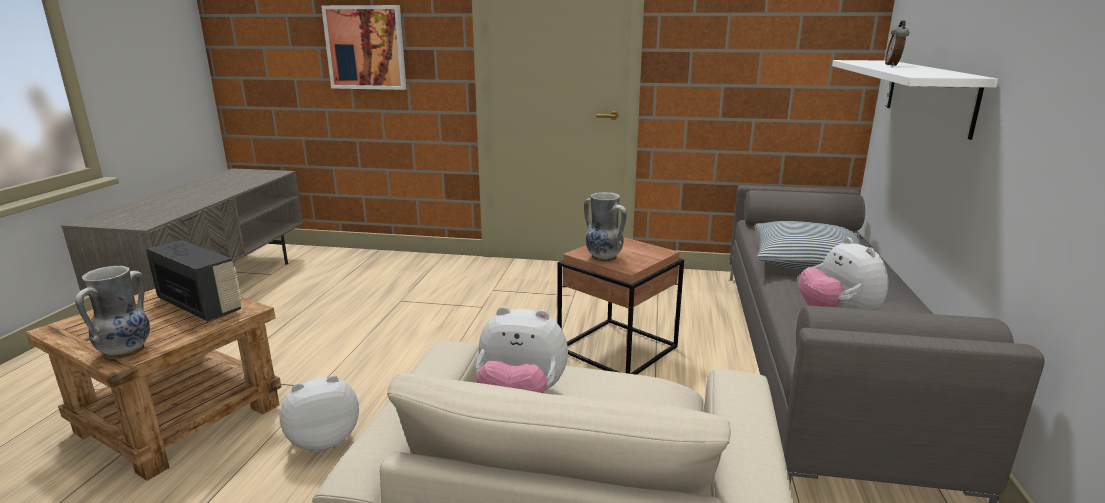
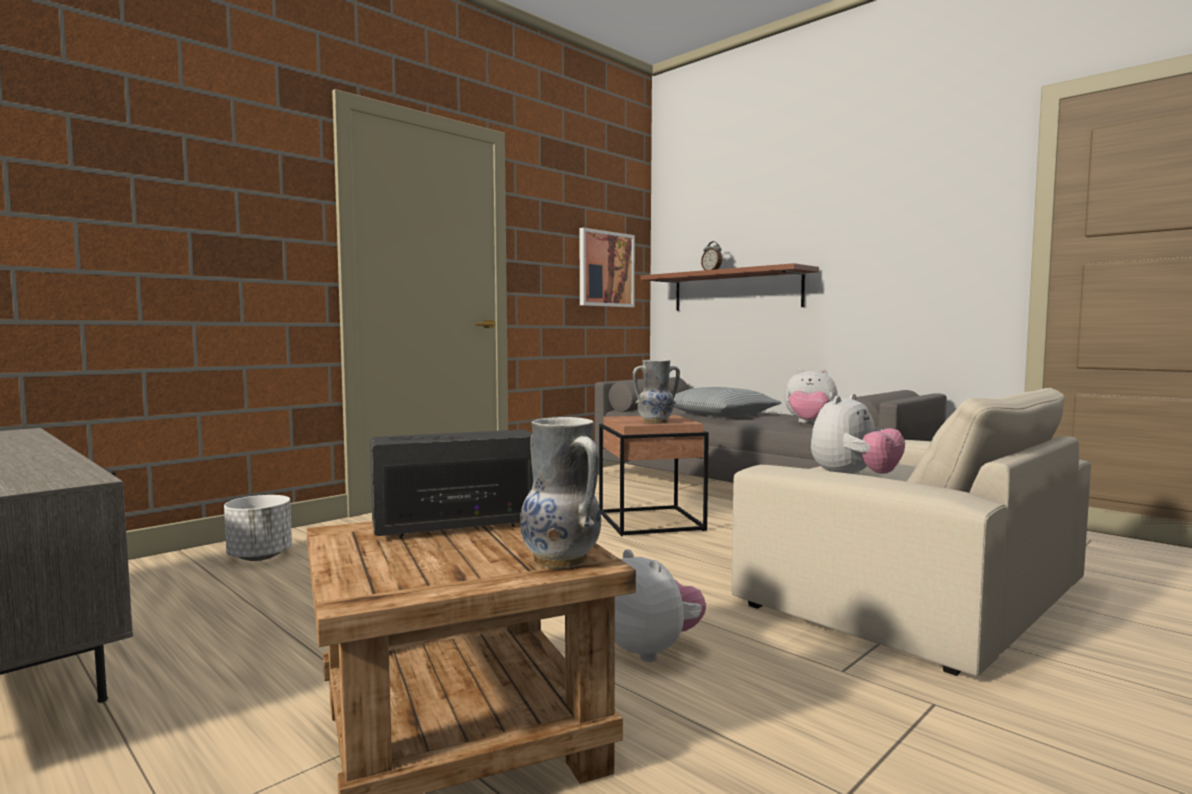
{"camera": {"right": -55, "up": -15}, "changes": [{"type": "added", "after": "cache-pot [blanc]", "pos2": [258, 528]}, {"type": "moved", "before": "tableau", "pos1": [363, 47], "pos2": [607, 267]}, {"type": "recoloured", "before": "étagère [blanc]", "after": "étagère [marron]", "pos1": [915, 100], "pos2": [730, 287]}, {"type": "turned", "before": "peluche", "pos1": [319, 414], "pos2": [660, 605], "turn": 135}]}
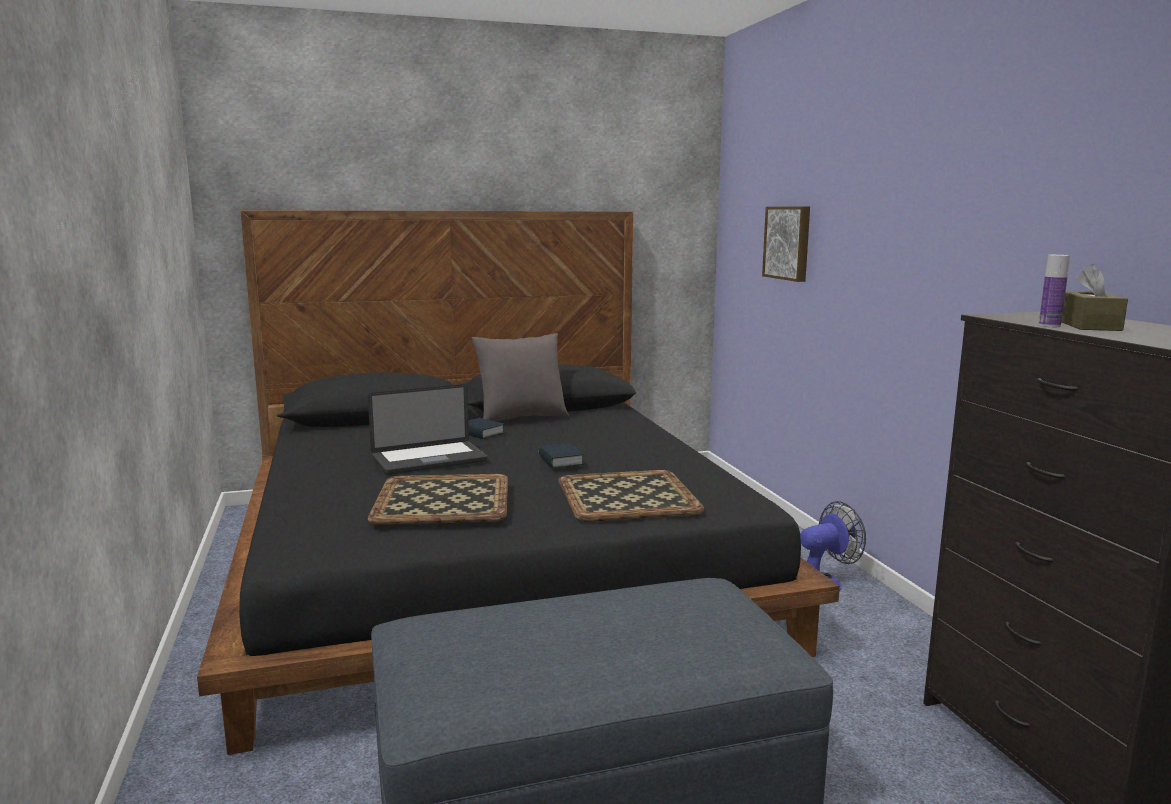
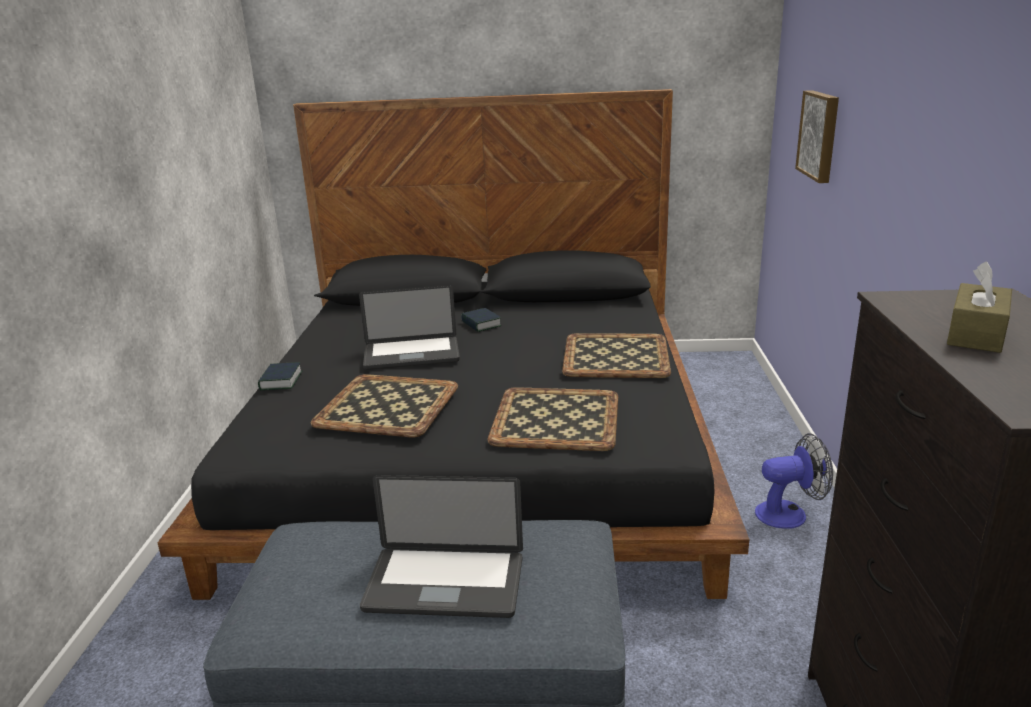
{"camera": {"right": 20, "up": 10}, "changes": [{"type": "removed", "before": "coussin [gris]", "pos1": [520, 377]}, {"type": "removed", "before": "bouteille", "pos1": [1054, 291]}, {"type": "added", "after": "ordinateur portable", "pos2": [441, 546]}, {"type": "added", "after": "plateau", "pos2": [616, 355]}, {"type": "moved", "before": "livre", "pos1": [561, 456], "pos2": [280, 376]}]}
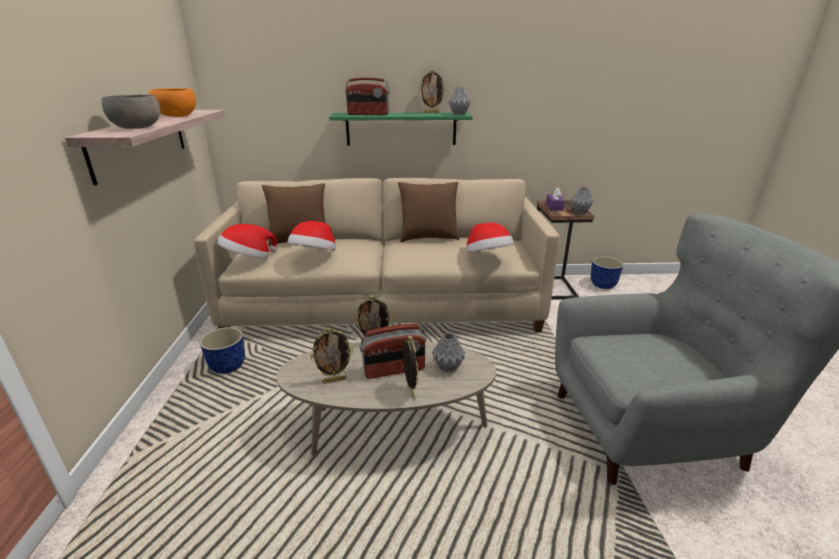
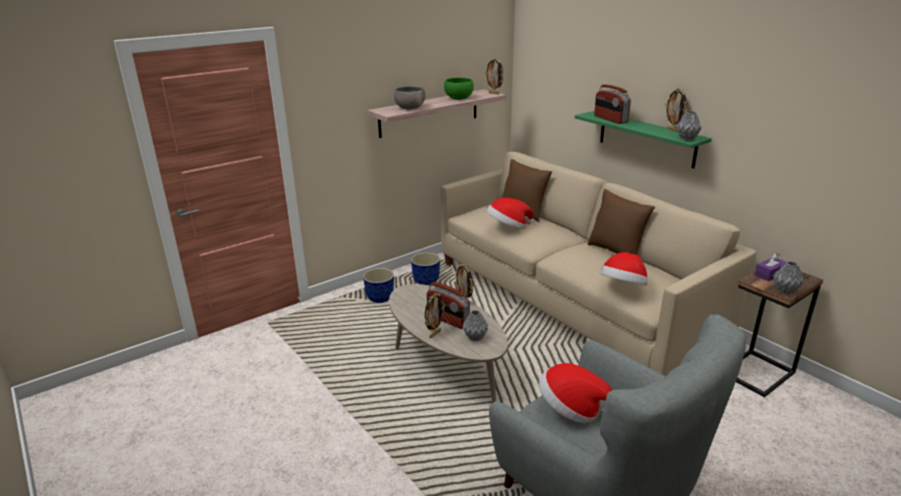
{"camera": {"right": 55, "up": 0}, "changes": [{"type": "moved", "before": "chapeau", "pos1": [247, 241], "pos2": [575, 393]}, {"type": "moved", "before": "cadre photo", "pos1": [331, 356], "pos2": [494, 76]}, {"type": "moved", "before": "cache-pot", "pos1": [607, 273], "pos2": [378, 285]}, {"type": "recoloured", "before": "bol [orange]", "after": "bol [vert]", "pos1": [172, 102], "pos2": [459, 89]}]}
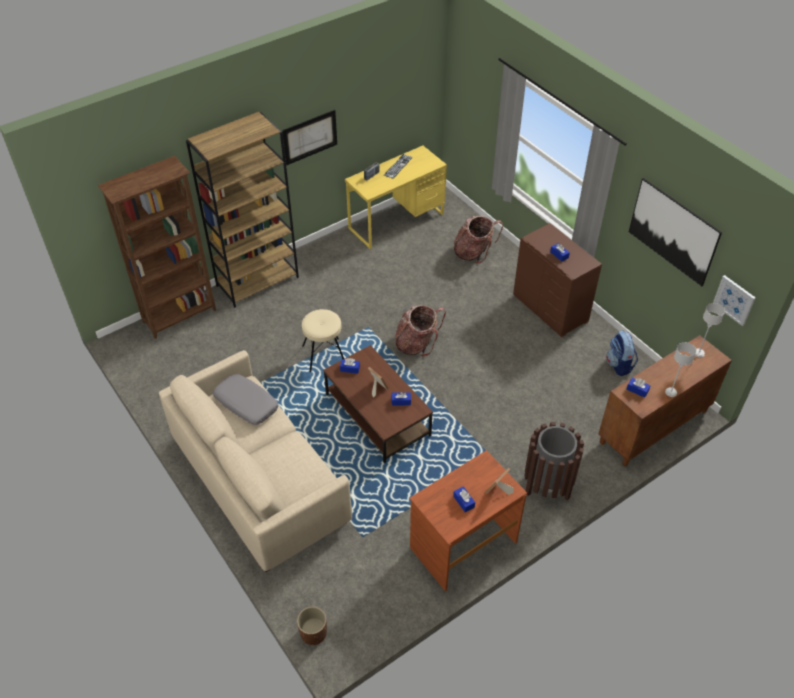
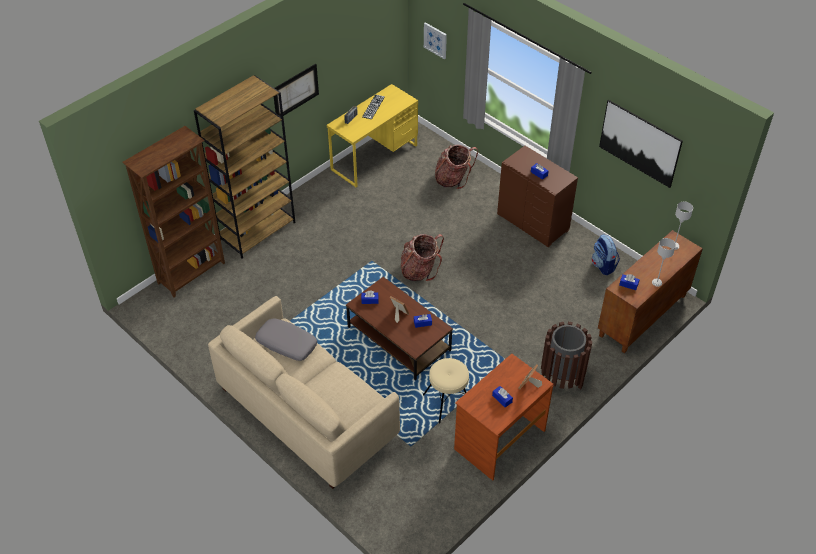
{"camera": {"right": -10, "up": 0}, "changes": [{"type": "removed", "before": "cache-pot [marron]", "pos1": [312, 625]}, {"type": "moved", "before": "tabouret [beige]", "pos1": [323, 340], "pos2": [446, 390]}, {"type": "moved", "before": "tableau", "pos1": [734, 300], "pos2": [435, 40]}]}
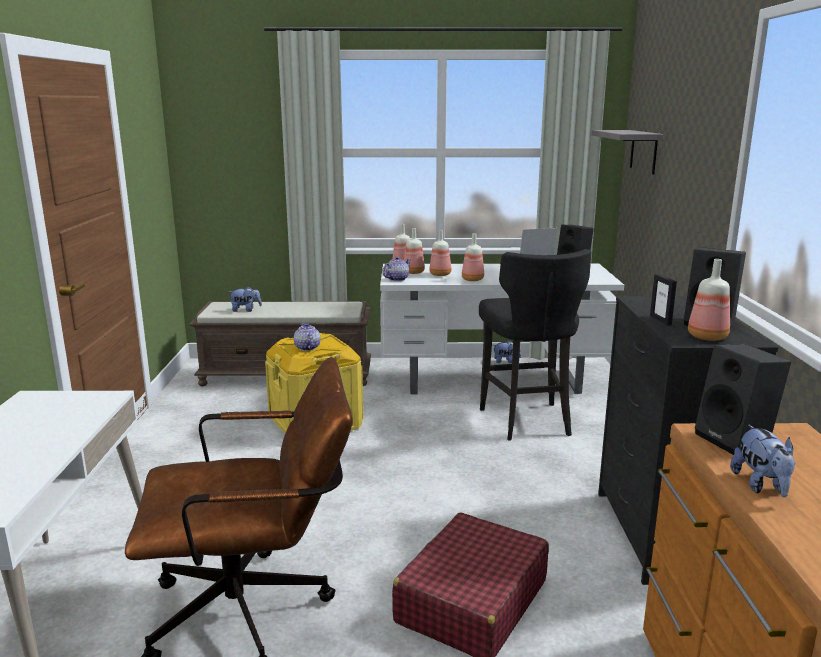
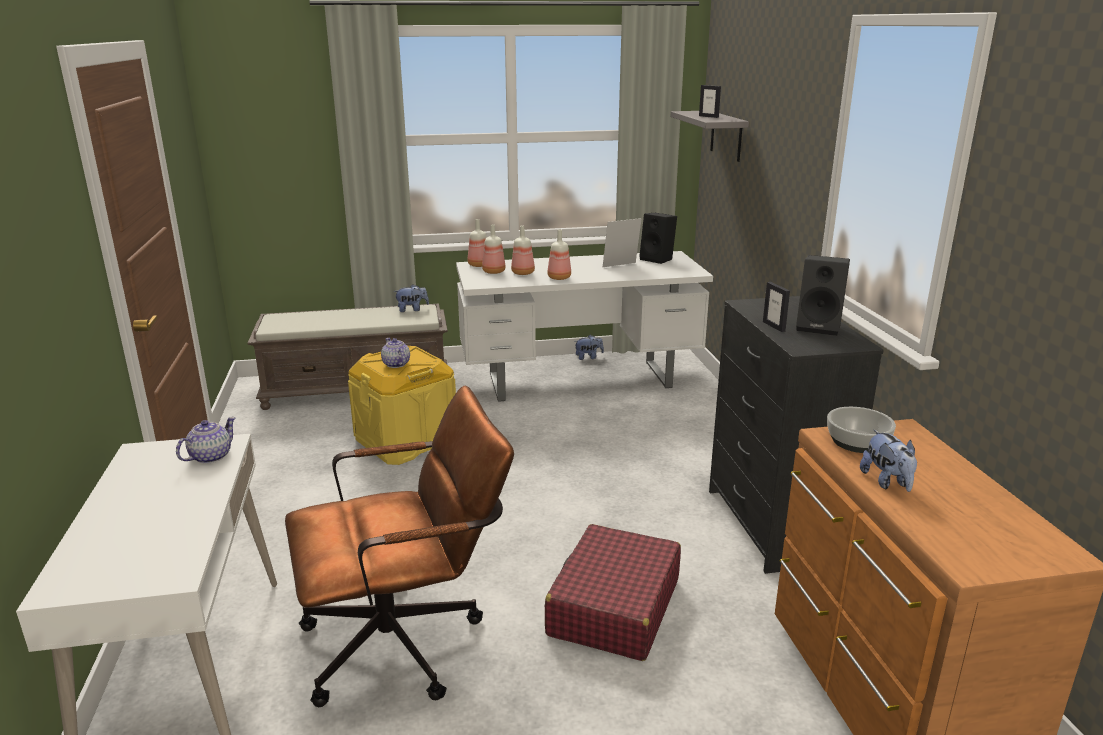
{"camera": {"right": -10, "up": 5}, "changes": [{"type": "removed", "before": "tabouret [noir]", "pos1": [535, 345]}, {"type": "removed", "before": "bouteille", "pos1": [709, 300]}, {"type": "added", "after": "cadre photo", "pos2": [710, 101]}, {"type": "moved", "before": "peluche", "pos1": [245, 299], "pos2": [411, 298]}, {"type": "moved", "before": "théière", "pos1": [396, 268], "pos2": [206, 440]}, {"type": "replaced", "before": "enceinte [noir]", "after": "bol", "pos1": [743, 399], "pos2": [861, 430]}]}
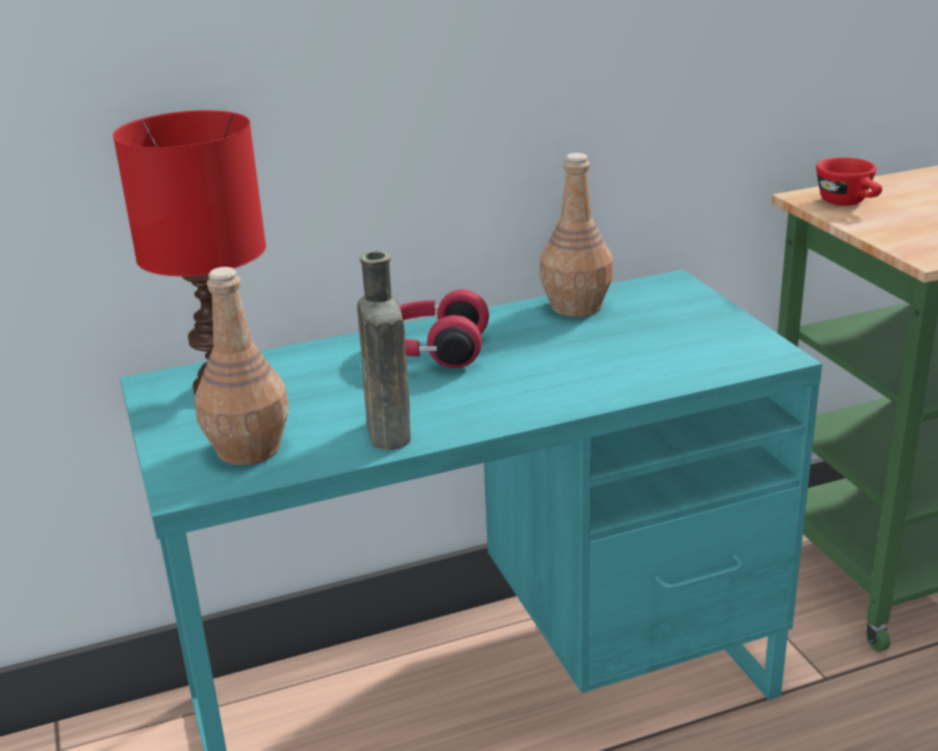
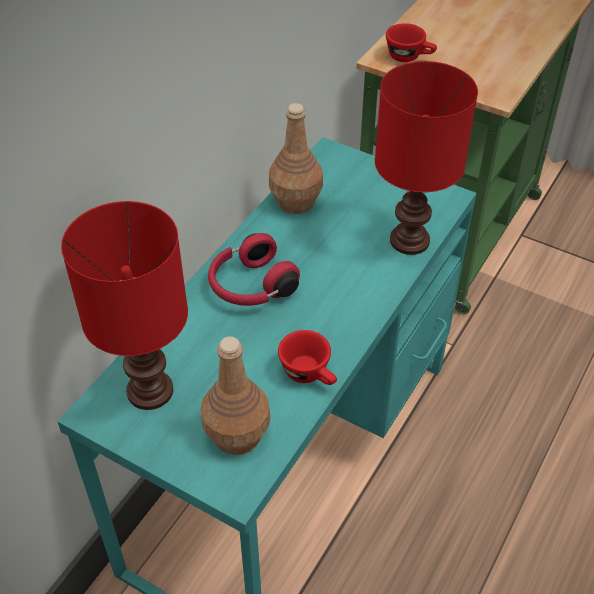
{"camera": {"right": -40, "up": 20}, "changes": [{"type": "added", "after": "lampe de table [rouge]", "pos2": [426, 158]}, {"type": "replaced", "before": "bouteille [marron]", "after": "tasse [rouge]", "pos1": [384, 350], "pos2": [307, 357]}]}
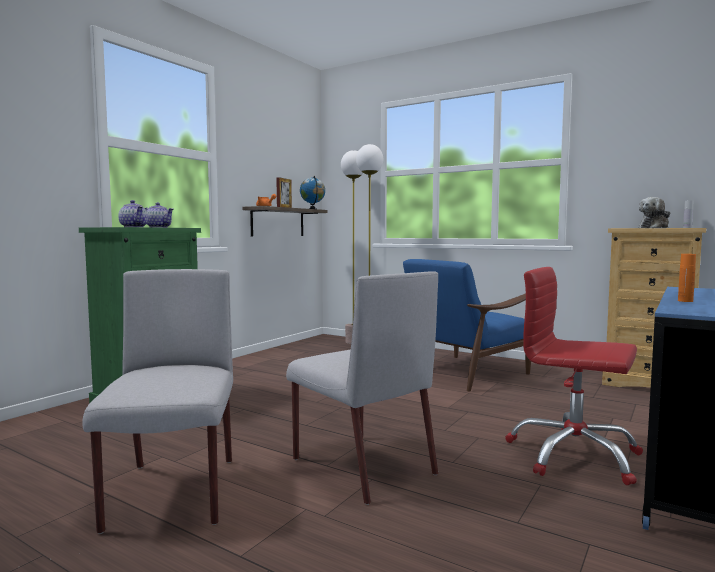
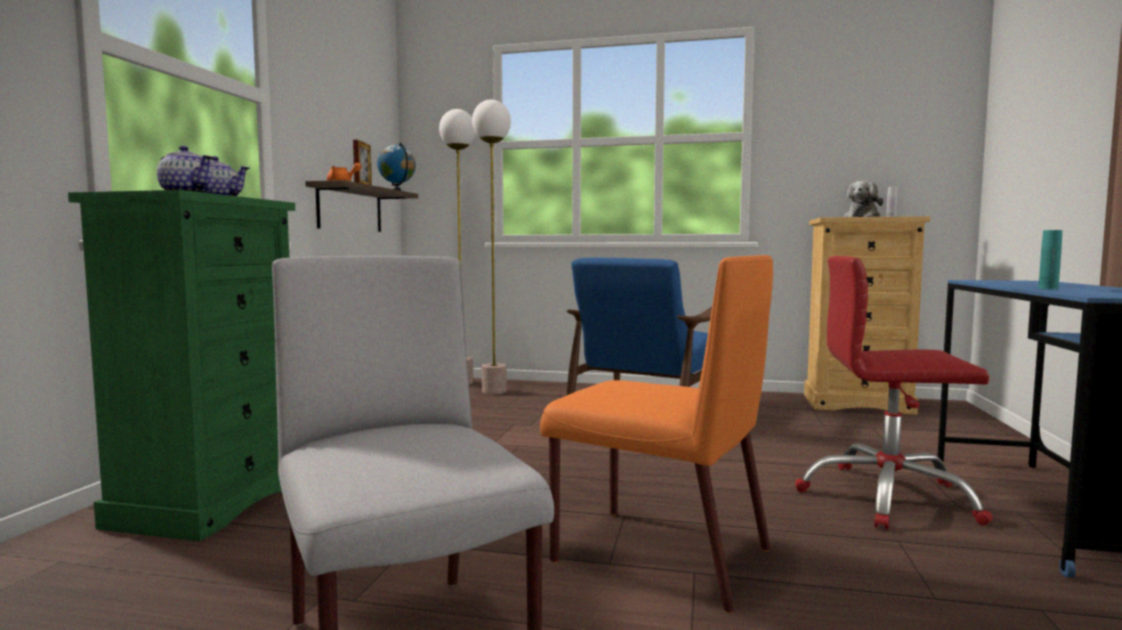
{"camera": {"right": -20, "up": 0}, "changes": [{"type": "recoloured", "before": "chaise [gris]", "after": "chaise [orange]", "pos1": [362, 388], "pos2": [656, 434]}, {"type": "recoloured", "before": "bouteille [orange]", "after": "bouteille [turquoise]", "pos1": [687, 278], "pos2": [1050, 259]}]}
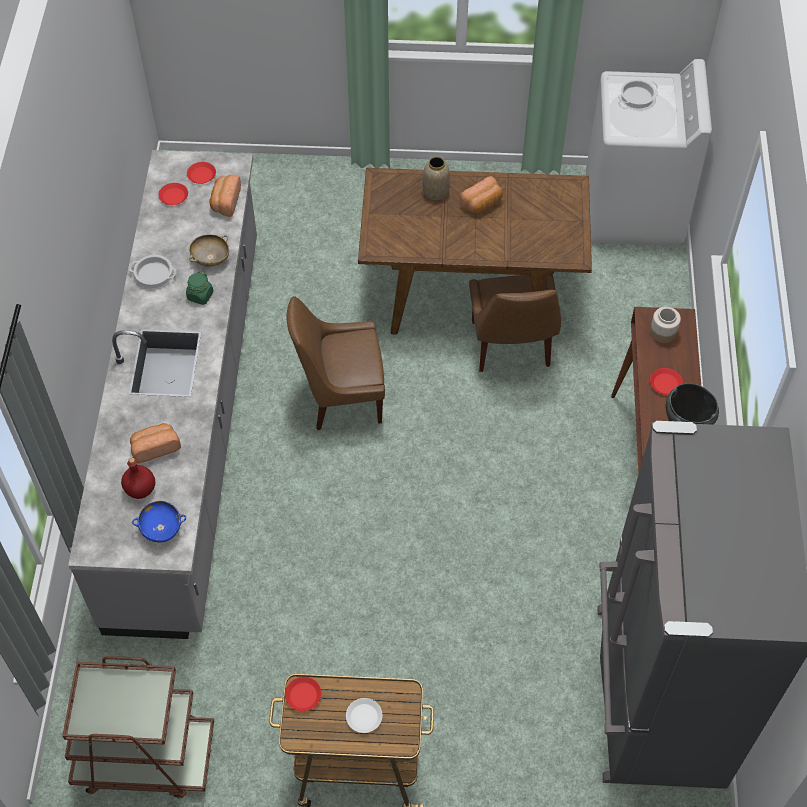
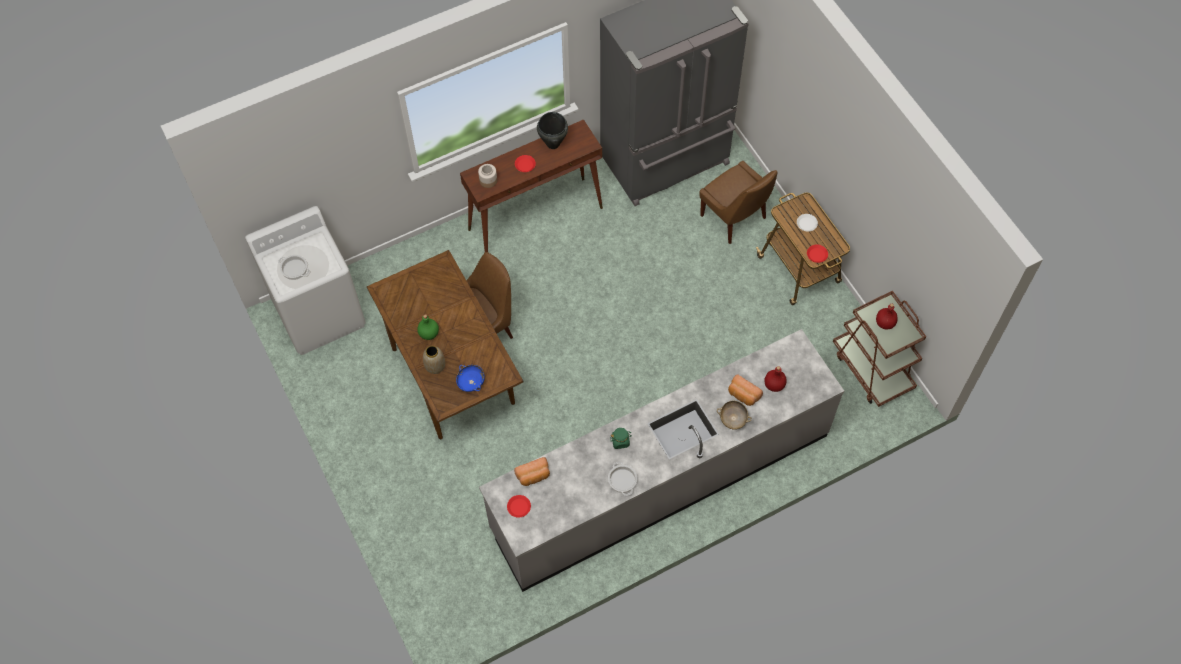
{"camera": {"right": -120, "up": 5}, "changes": [{"type": "removed", "before": "assiette [rouge]", "pos1": [173, 194]}, {"type": "added", "after": "bouteille [rouge]", "pos2": [887, 316]}, {"type": "moved", "before": "bol [bleu]", "pos1": [159, 522], "pos2": [470, 378]}, {"type": "moved", "before": "bol [beige]", "pos1": [209, 250], "pos2": [734, 415]}, {"type": "moved", "before": "chaise [marron]", "pos1": [336, 363], "pos2": [739, 202]}, {"type": "replaced", "before": "pain", "after": "bouteille [vert]", "pos1": [481, 195], "pos2": [428, 327]}]}
